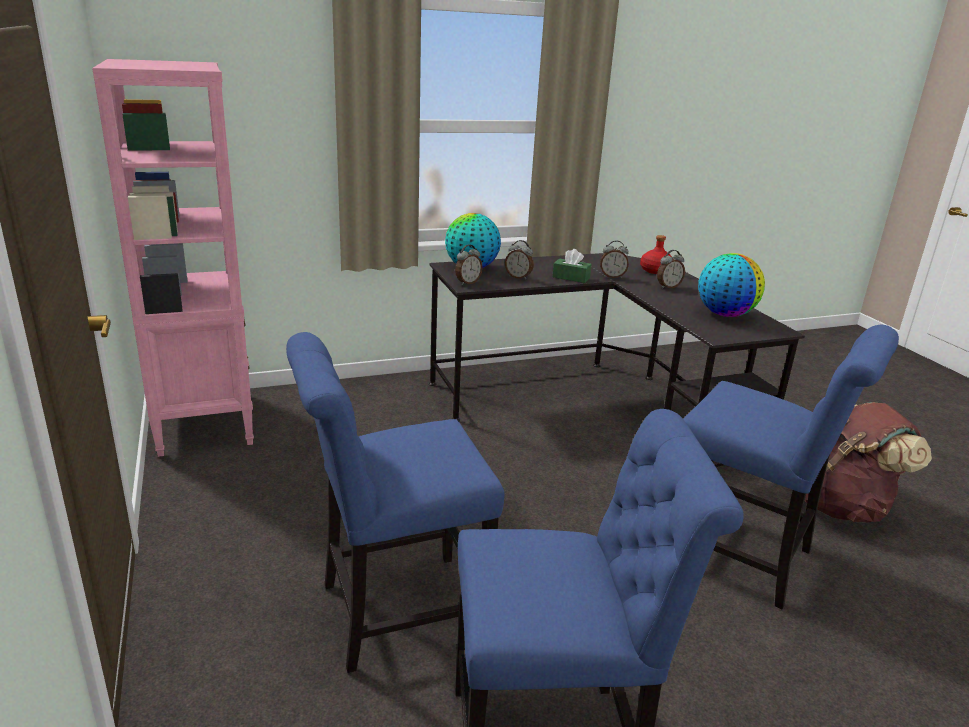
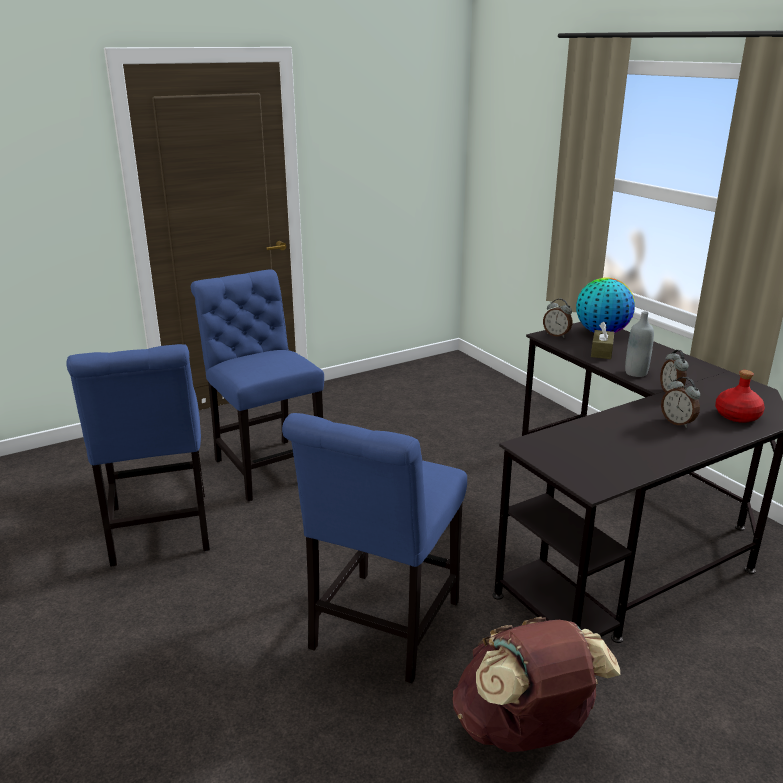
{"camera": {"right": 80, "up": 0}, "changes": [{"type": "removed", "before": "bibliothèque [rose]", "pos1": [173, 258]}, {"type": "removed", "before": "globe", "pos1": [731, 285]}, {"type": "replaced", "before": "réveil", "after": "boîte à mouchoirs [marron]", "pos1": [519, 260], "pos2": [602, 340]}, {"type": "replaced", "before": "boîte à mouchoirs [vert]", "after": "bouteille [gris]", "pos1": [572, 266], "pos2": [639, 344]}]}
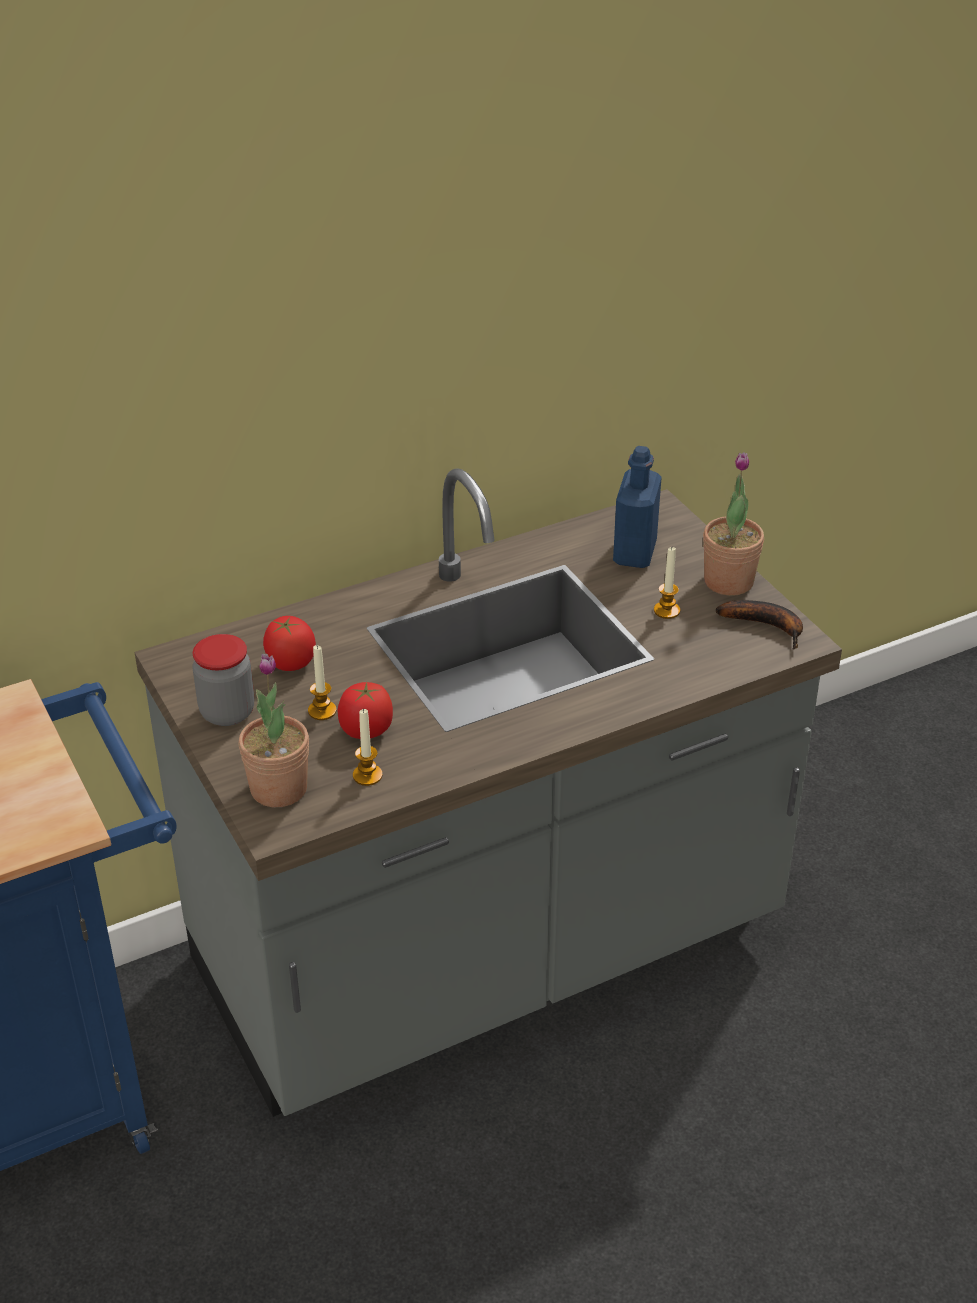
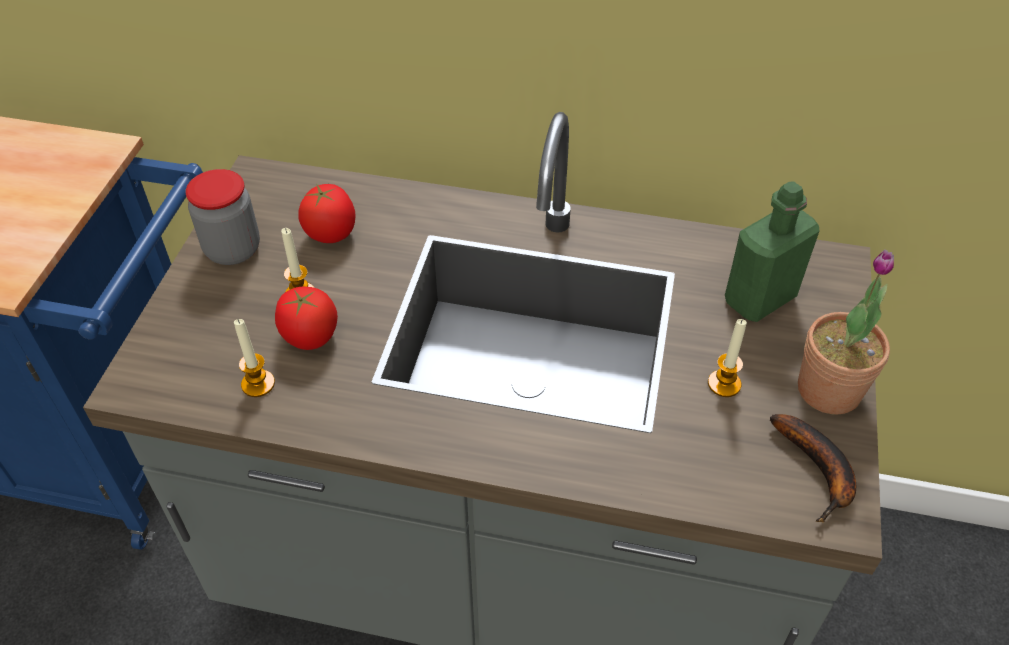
{"camera": {"right": 40, "up": 10}, "changes": [{"type": "removed", "before": "plante en pot", "pos1": [274, 730]}, {"type": "recoloured", "before": "bouteille [bleu]", "after": "bouteille [vert]", "pos1": [637, 507], "pos2": [772, 252]}]}
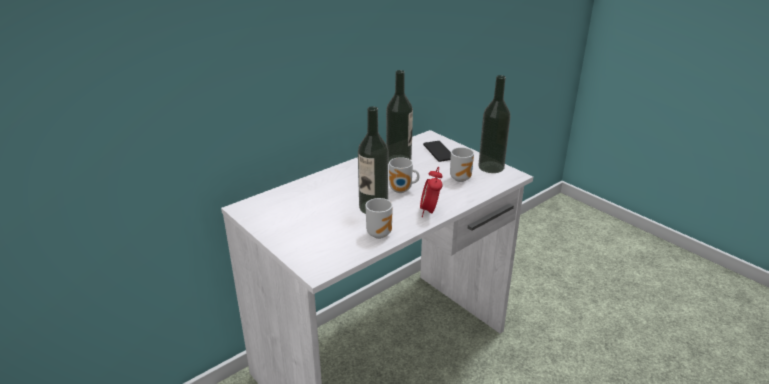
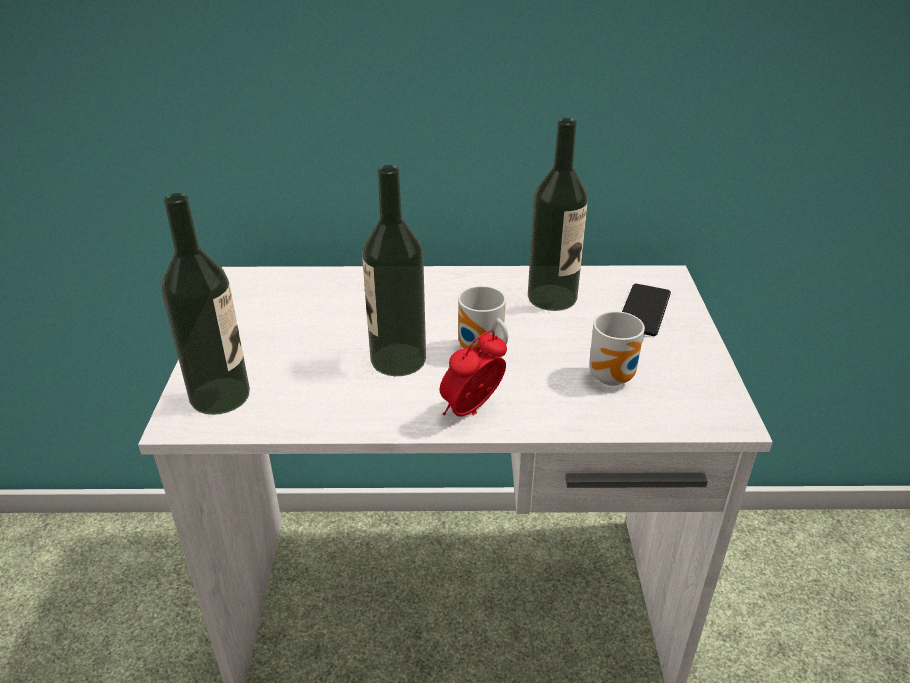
{"camera": {"right": 40, "up": 5}, "changes": [{"type": "removed", "before": "mug", "pos1": [379, 218]}, {"type": "moved", "before": "bouteille", "pos1": [494, 124], "pos2": [206, 304]}]}
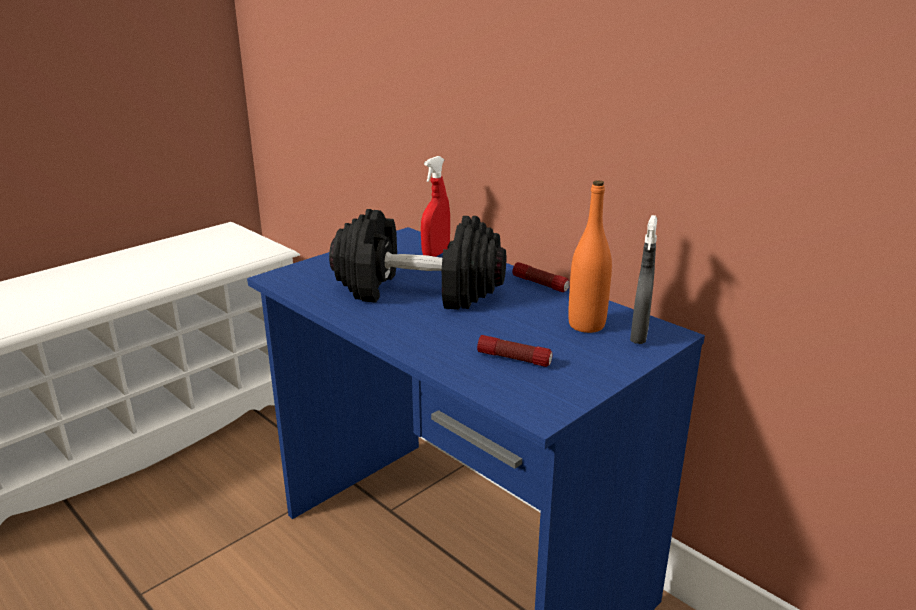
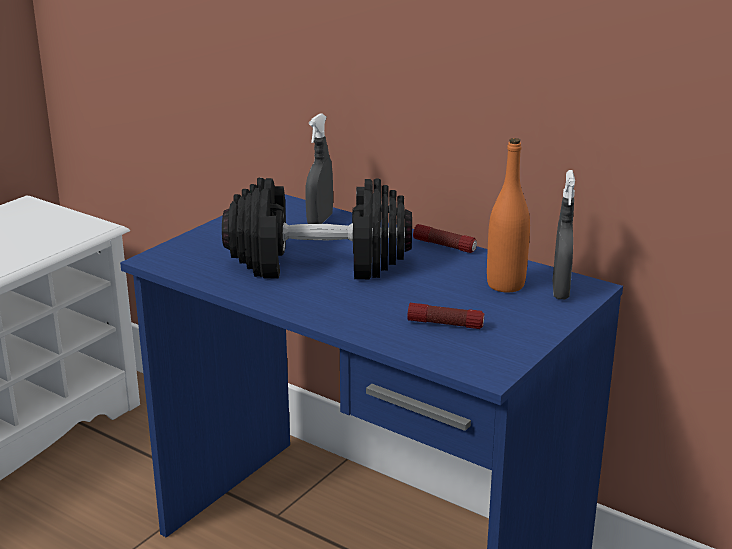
{"camera": {"right": -10, "up": 0}, "changes": [{"type": "recoloured", "before": "vaporisateur [rouge]", "after": "vaporisateur [gris]", "pos1": [435, 206], "pos2": [319, 168]}]}
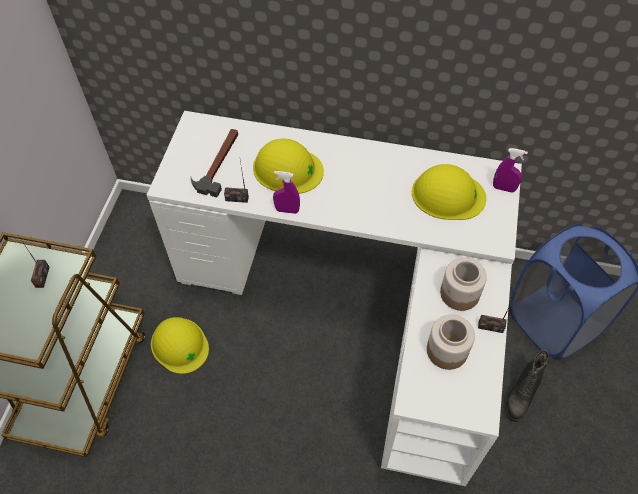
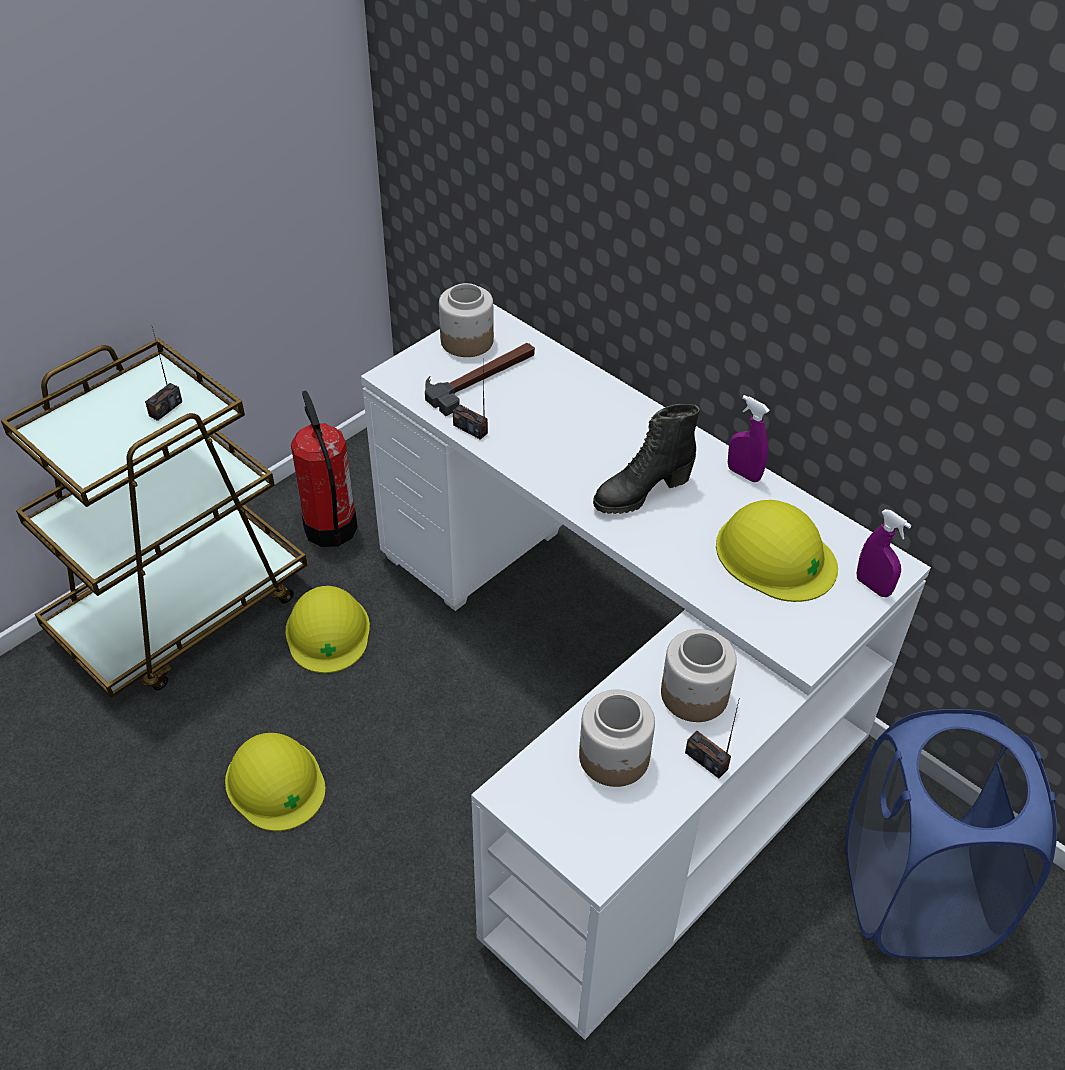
{"camera": {"right": 30, "up": -10}, "changes": [{"type": "added", "after": "extincteur", "pos2": [324, 469]}, {"type": "added", "after": "bocal", "pos2": [466, 320]}, {"type": "moved", "before": "casque de chantier [jaune]", "pos1": [288, 166], "pos2": [275, 782]}, {"type": "moved", "before": "vaporisateur [violet]", "pos1": [286, 192], "pos2": [749, 438]}, {"type": "moved", "before": "botte [noir]", "pos1": [527, 386], "pos2": [646, 459]}]}
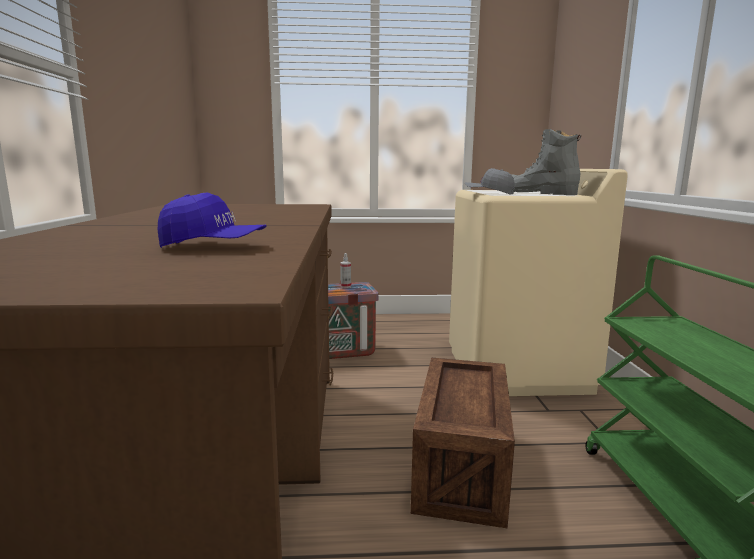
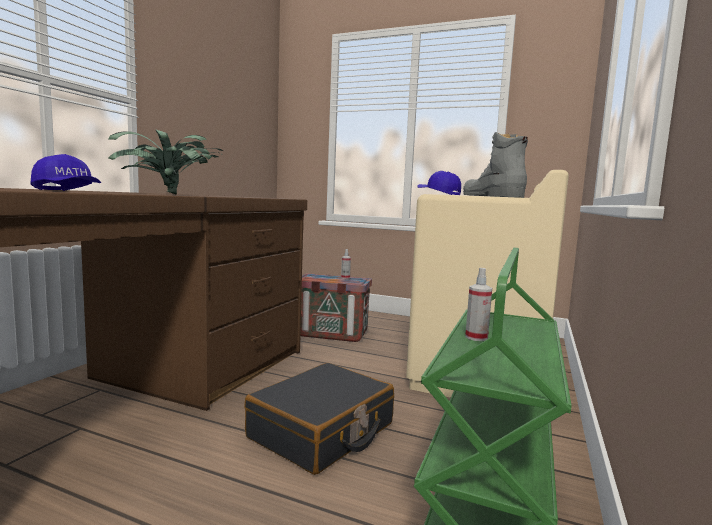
{"camera": {"right": 25, "up": -5}, "changes": [{"type": "added", "after": "plante en pot", "pos2": [165, 162]}, {"type": "added", "after": "vaporisateur", "pos2": [478, 304]}, {"type": "replaced", "before": "caisse", "after": "valise [noir]", "pos1": [463, 442], "pos2": [319, 419]}, {"type": "recoloured", "before": "casquette [gris]", "after": "casquette [bleu]", "pos1": [489, 181], "pos2": [439, 183]}]}
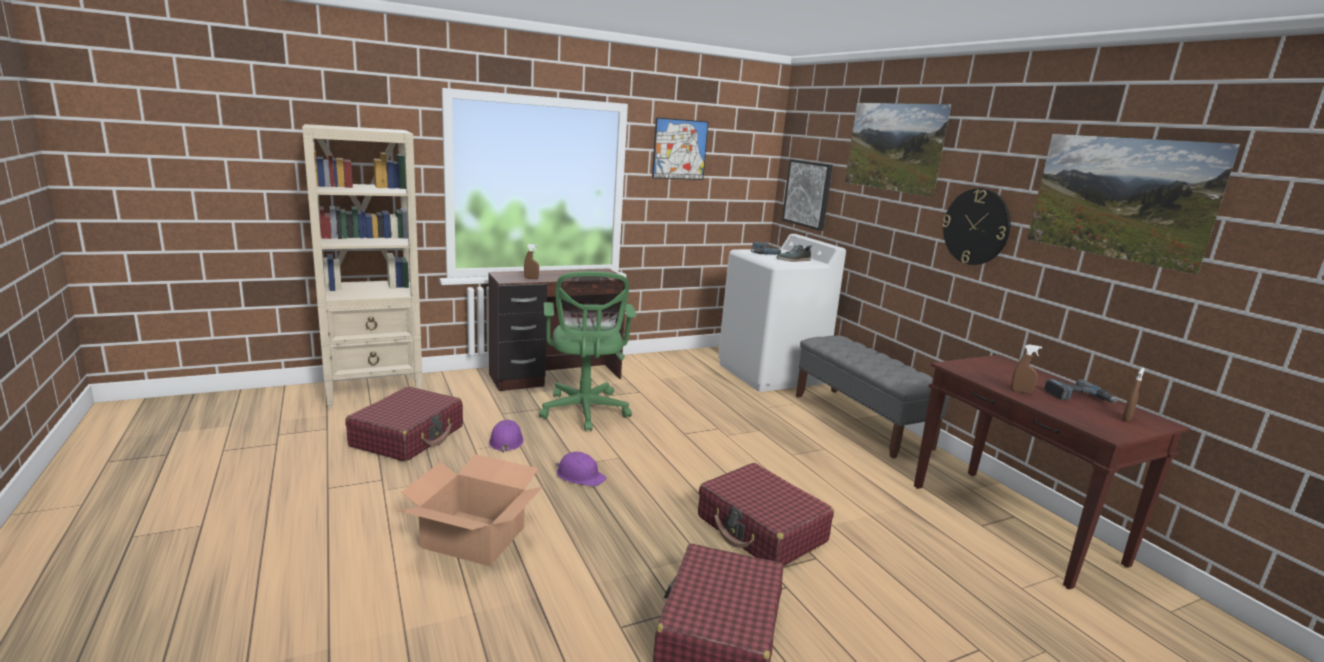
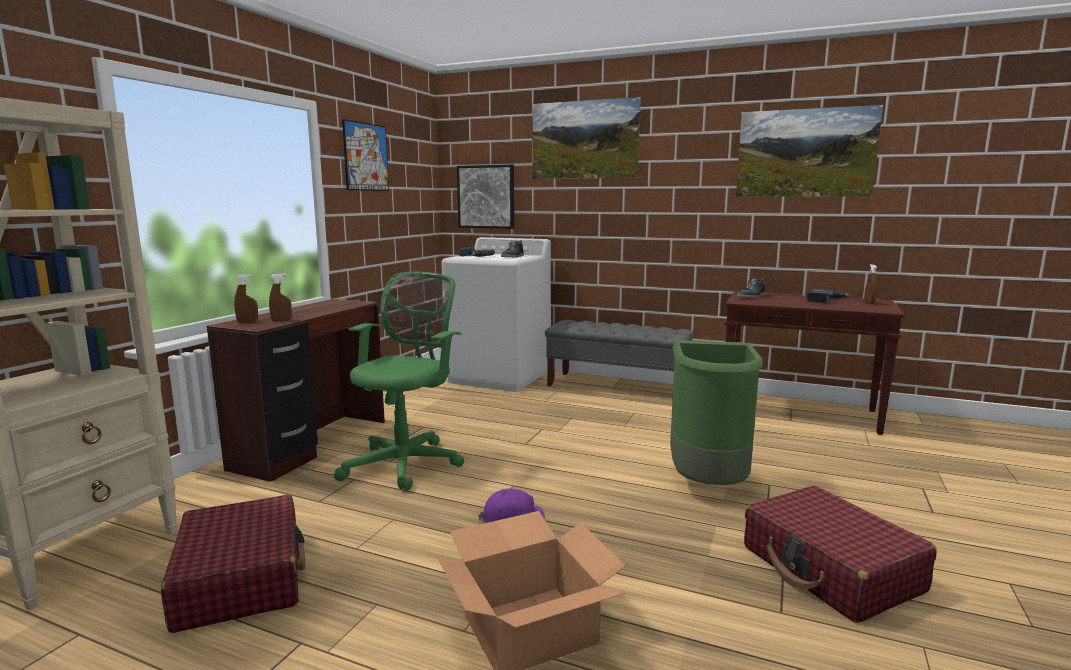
{"camera": {"right": -40, "up": -5}, "changes": [{"type": "removed", "before": "casque de chantier [violet]", "pos1": [506, 436]}, {"type": "removed", "before": "horloge murale", "pos1": [976, 226]}, {"type": "added", "after": "chaussure", "pos2": [751, 288]}, {"type": "moved", "before": "vaporisateur [marron]", "pos1": [1026, 369], "pos2": [246, 298]}, {"type": "replaced", "before": "valise [rouge]", "after": "poubelle [vert]", "pos1": [766, 515], "pos2": [716, 412]}, {"type": "turned", "before": "chaise de bureau [vert]", "pos1": [587, 351], "pos2": [399, 381], "turn": -105}]}
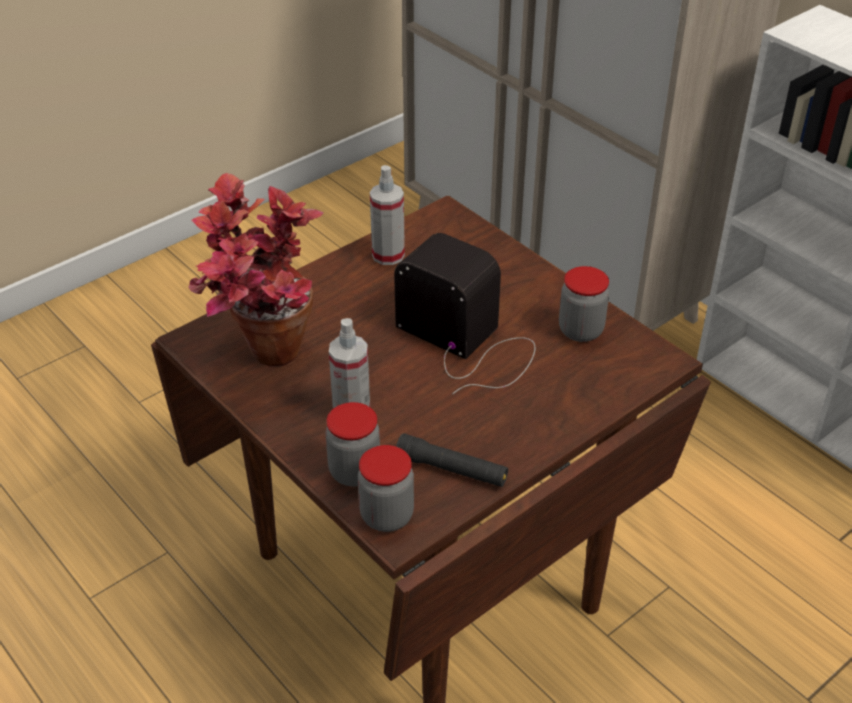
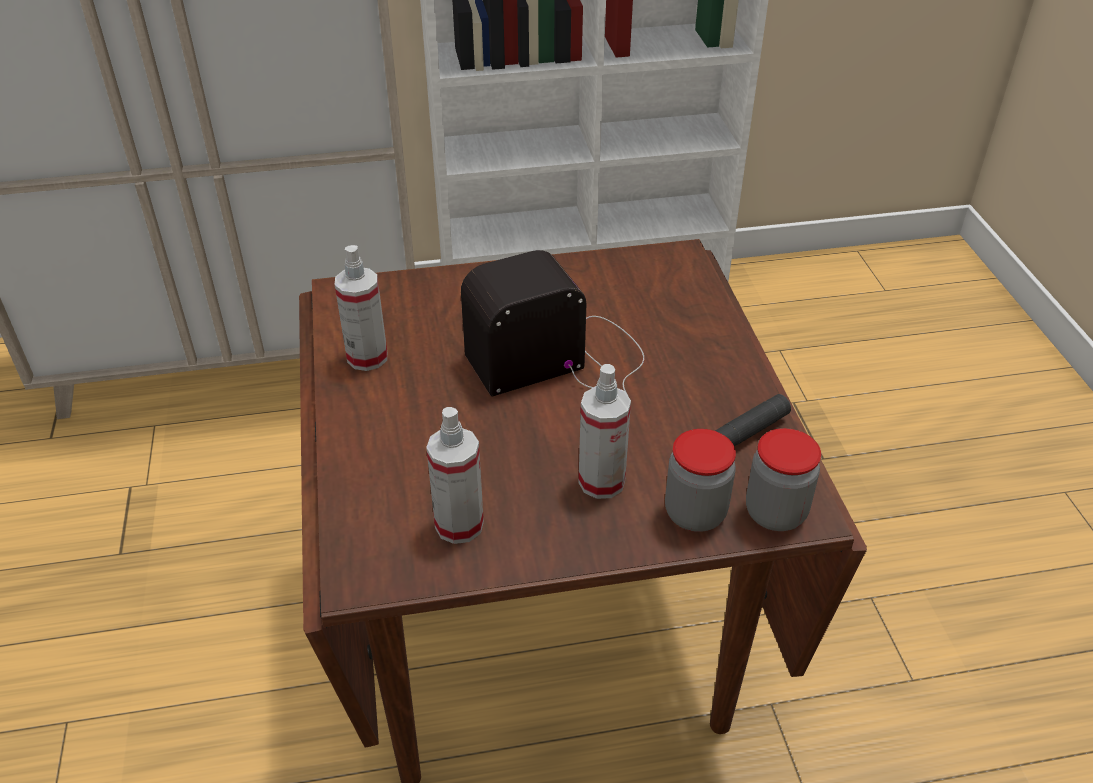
{"camera": {"right": -60, "up": 0}, "changes": [{"type": "removed", "before": "bocal", "pos1": [584, 304]}, {"type": "replaced", "before": "plante en pot", "after": "vaporisateur", "pos1": [255, 269], "pos2": [455, 475]}]}
